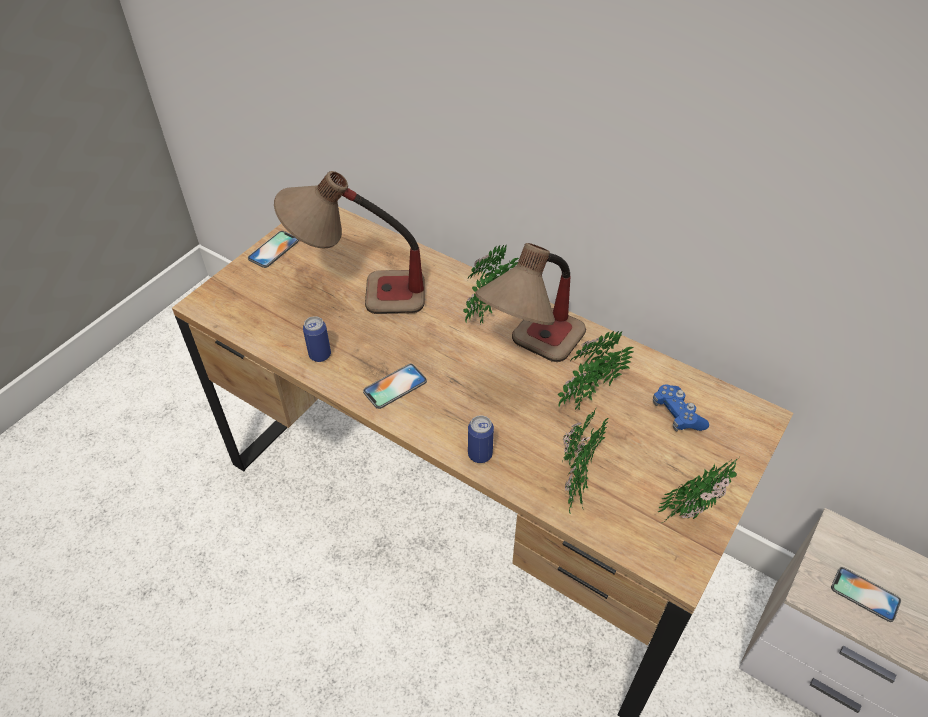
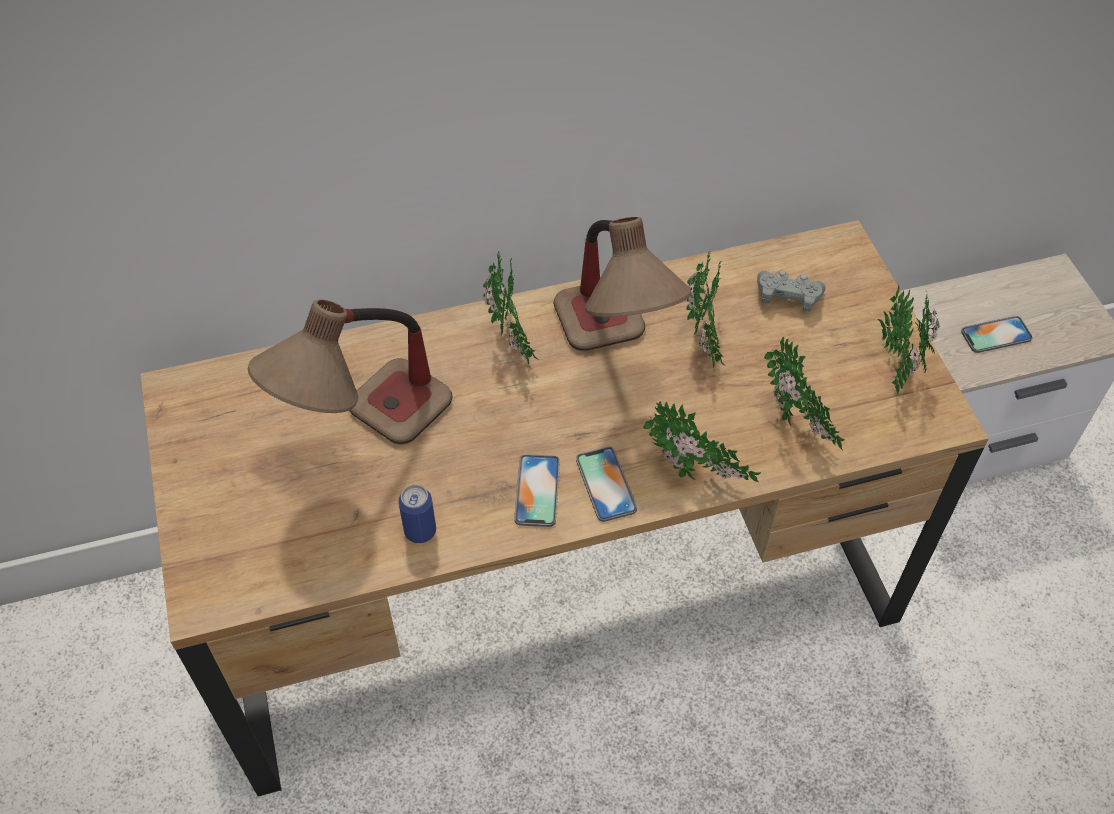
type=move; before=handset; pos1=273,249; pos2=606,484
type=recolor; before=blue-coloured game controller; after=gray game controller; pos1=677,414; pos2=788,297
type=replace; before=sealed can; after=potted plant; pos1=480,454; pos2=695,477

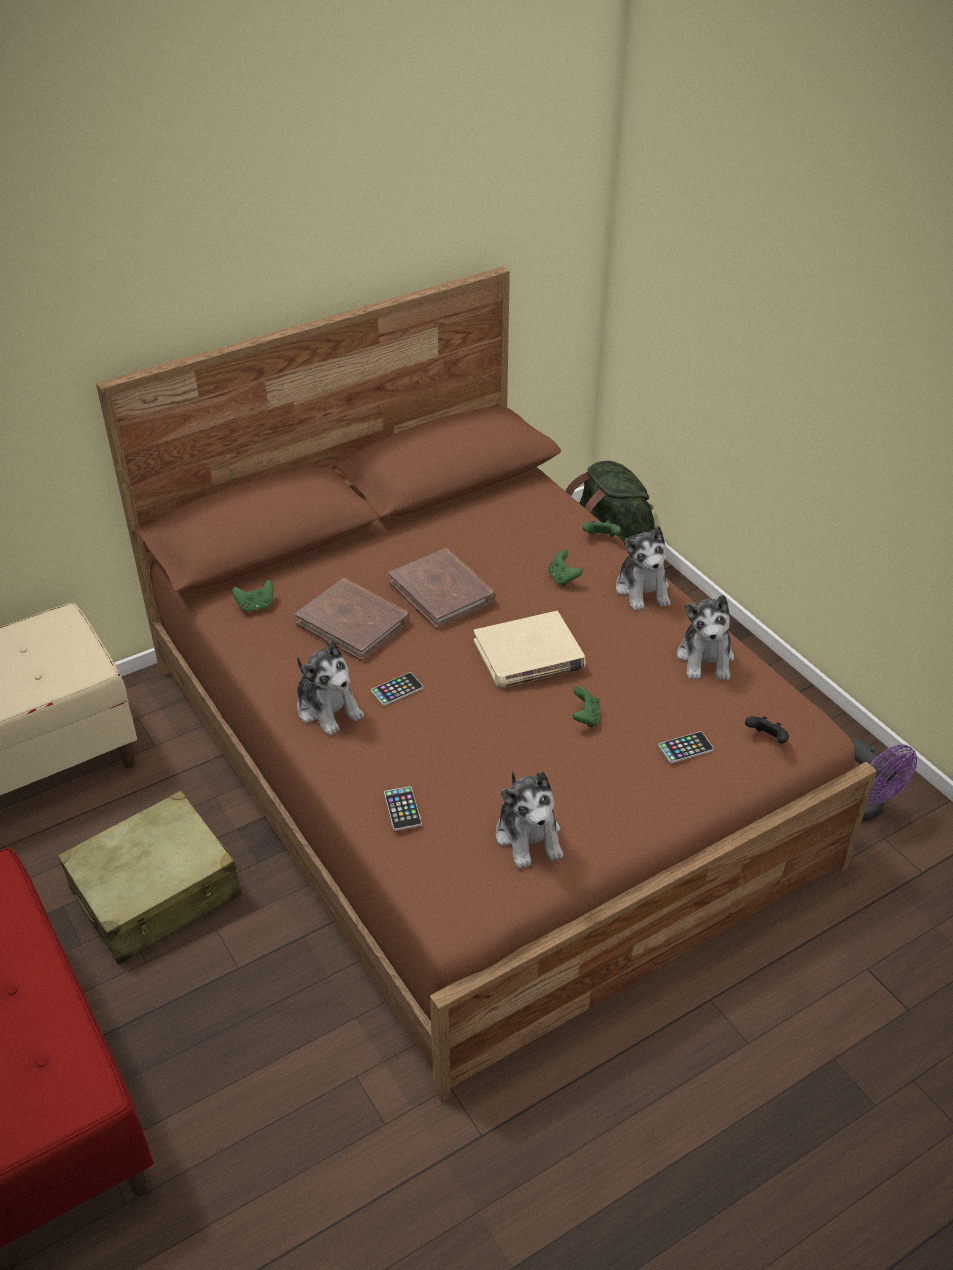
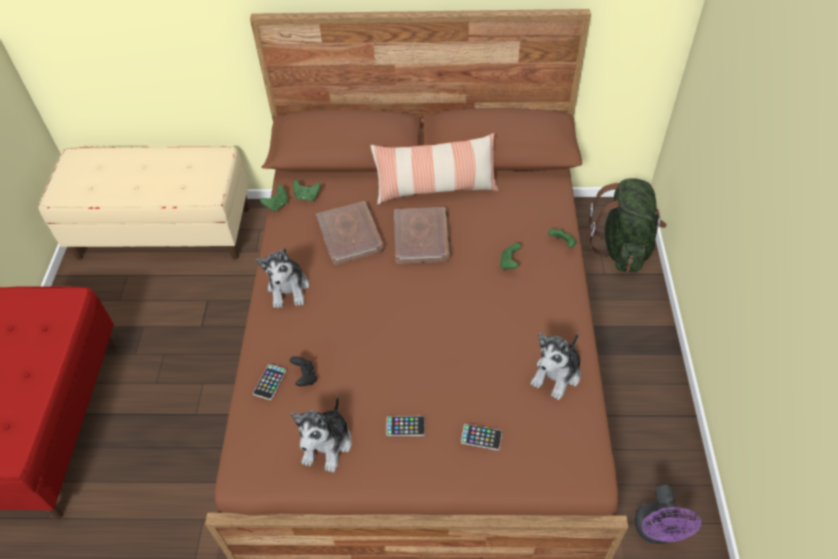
type=delete; before=plush toy; pos1=643,590
type=delete; before=beige bound book; pos1=528,655
type=move; before=handset; pos1=397,689; pos2=405,426
type=move; before=greenish game controller; pos1=585,718; pos2=277,205
type=move; before=black-coloured game controller; pos1=767,739; pos2=305,377
type=delete; before=beige suitcase; pos1=156,892
type=insert; after=throw pillow; pos2=436,188

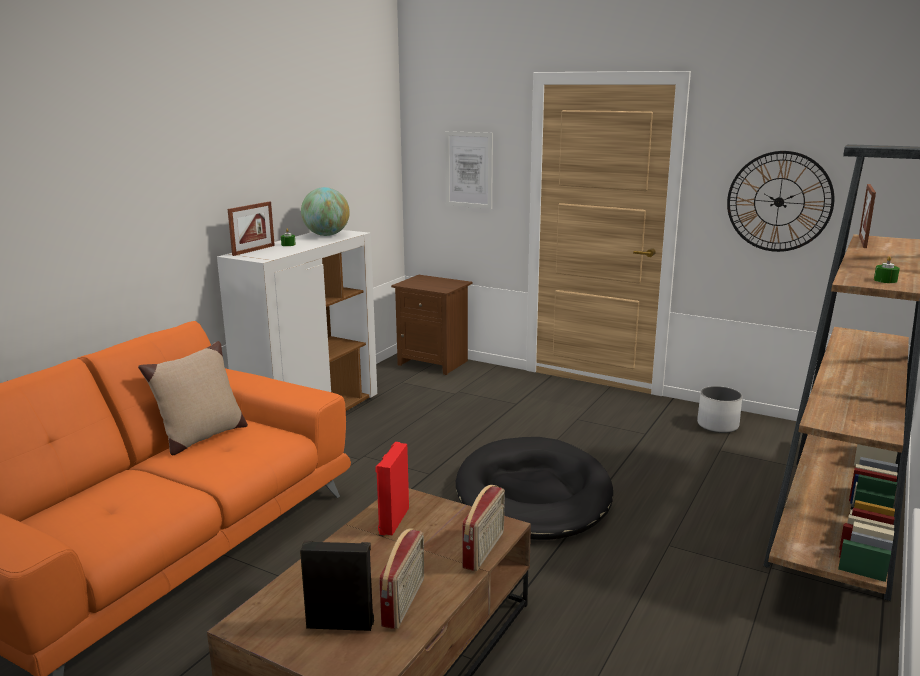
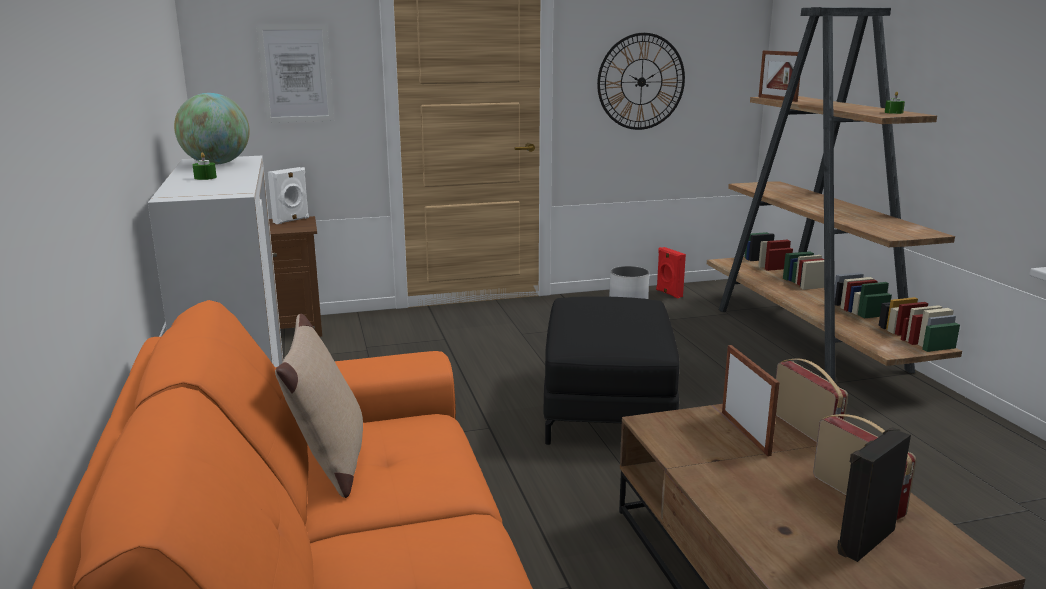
type=move; before=picture frame; pos1=253,250; pos2=745,433
type=replace; before=black-coloured dog bed; after=black-coloured pouffe; pos1=533,495; pos2=608,405
type=move; before=red-coloured loudspeaker; pos1=392,520; pos2=668,293
type=insert; after=white loudspeaker; pos2=291,220

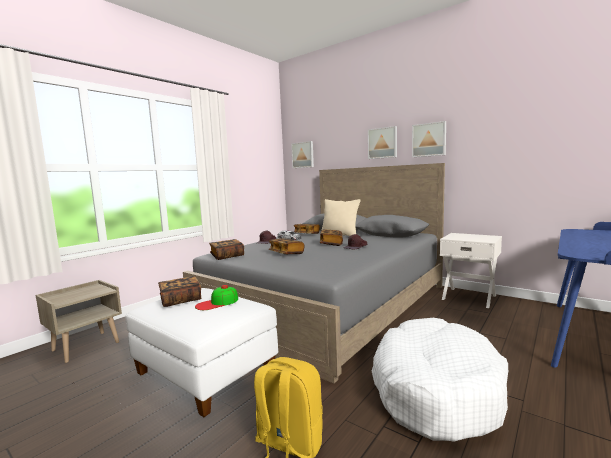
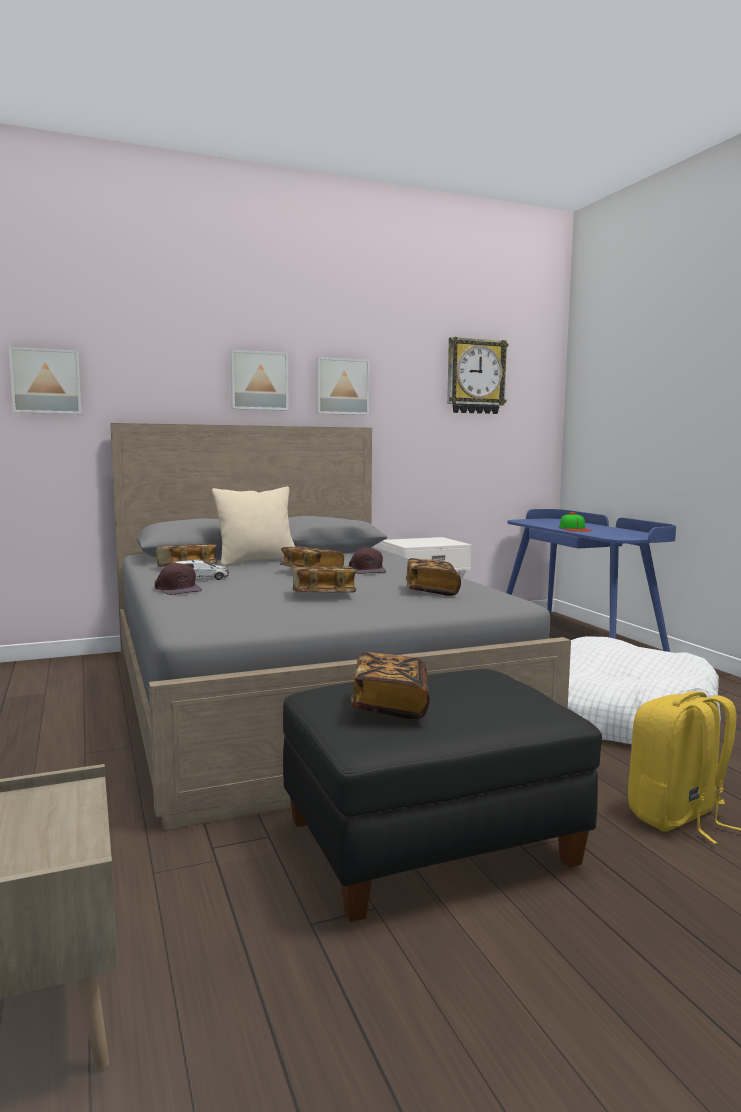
type=move; before=bound book; pos1=227,256; pos2=431,591
type=move; before=baseball cap; pos1=217,303; pos2=575,529
type=recolor; before=white pouffe; after=black-coloured pouffe; pos1=206,372; pos2=429,843
type=insert; after=wall clock; pos2=475,376

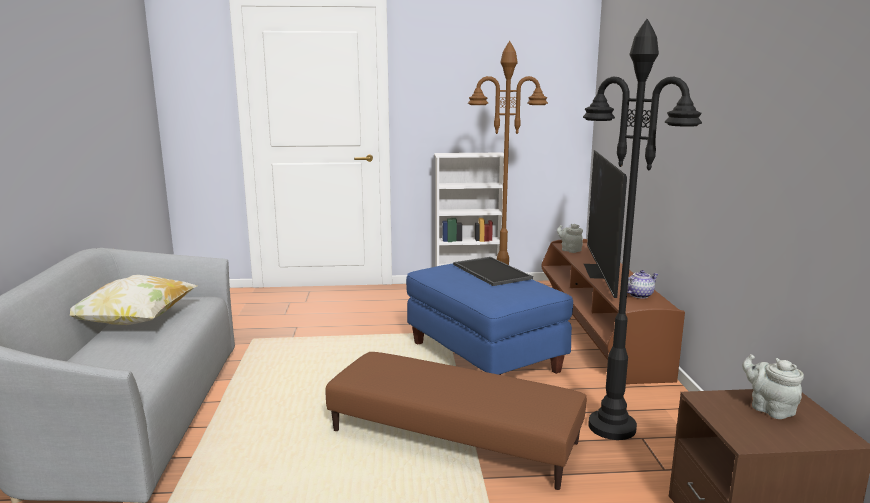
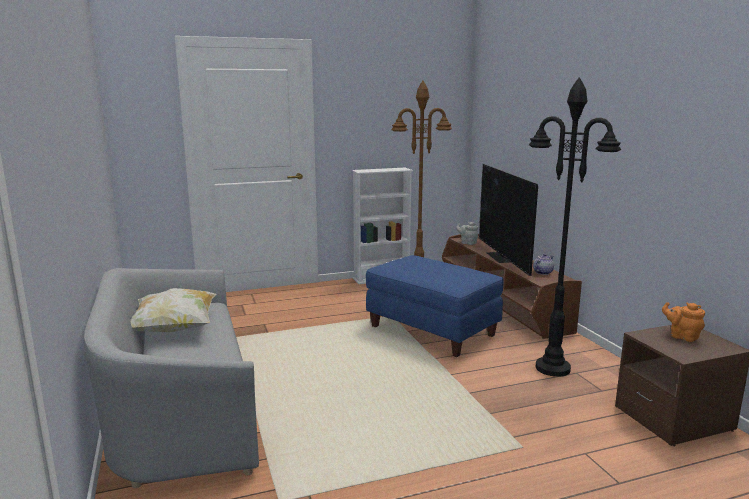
type=delete; before=serving tray; pos1=490,271
type=delete; before=brown-coloured pouffe; pos1=454,437
type=recolor; before=gray tea pot; after=orange-coloured tea pot; pos1=769,409; pos2=682,336

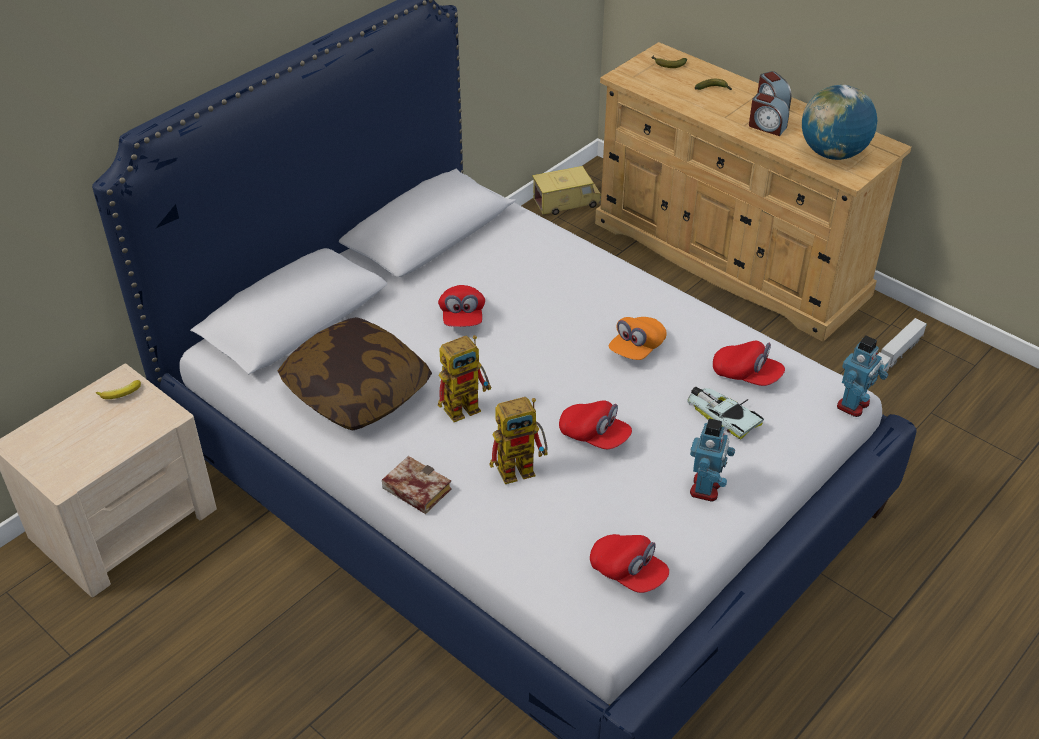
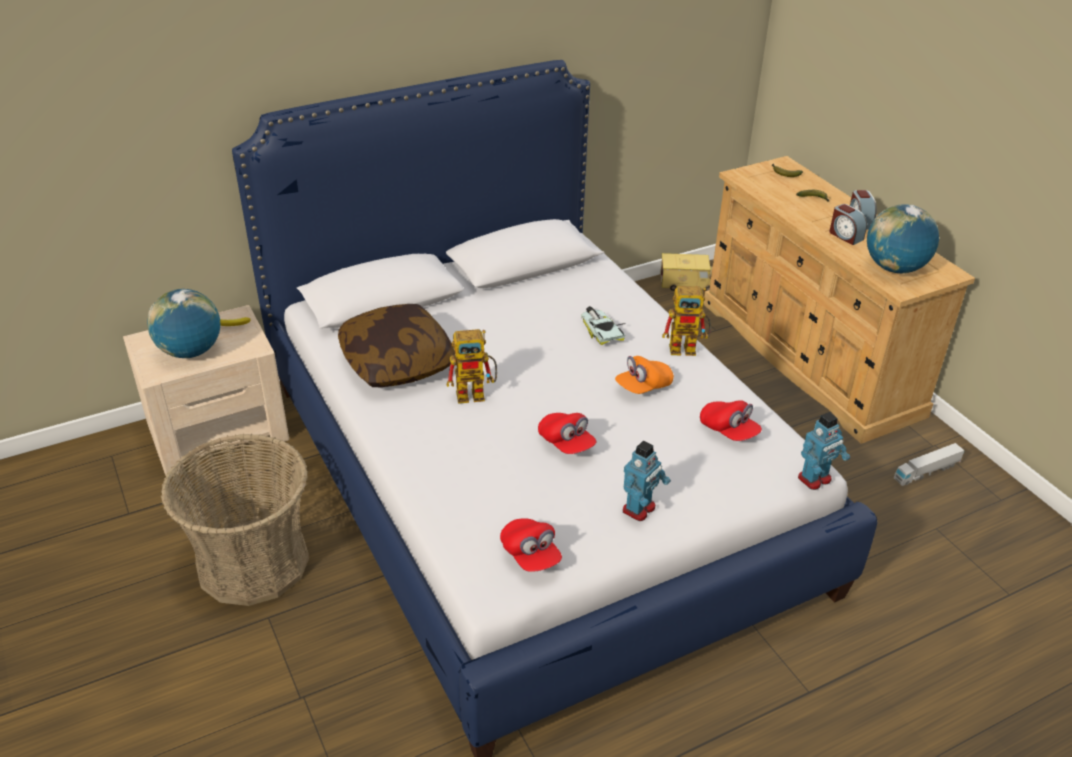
type=delete; before=red-coloured baseball cap; pos1=462,317
type=move; before=miniature car; pos1=723,414; pos2=601,329
type=move; before=model robot; pos1=522,467; pos2=688,348
type=delete; before=bound book; pos1=413,489
type=insert; after=globe; pos2=190,351
type=insert; after=storage basket; pos2=253,562

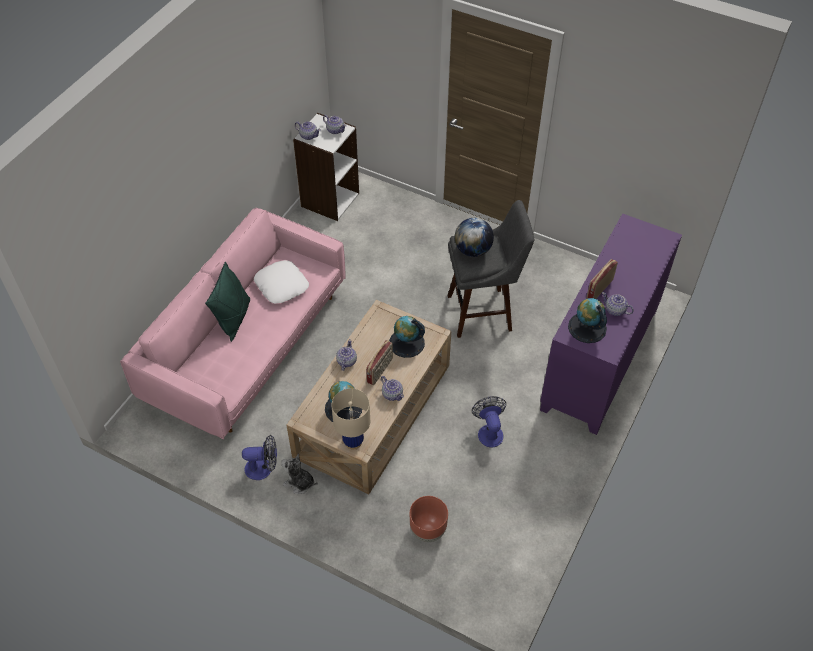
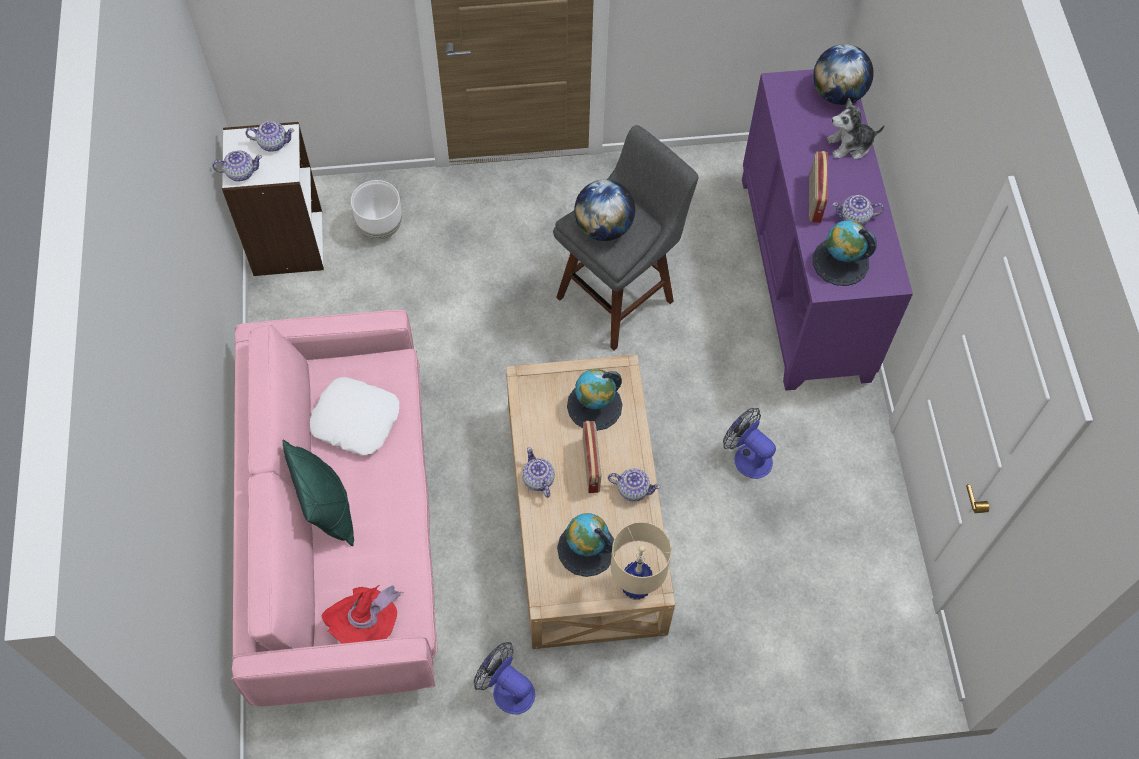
type=rotate; before=fan; pos1=263,468; pos2=507,688; turn=-105
type=move; before=plush toy; pos1=299,483; pos2=850,145
type=delete; before=brown-coloured planter; pos1=427,531
type=insert; after=globe; pos2=837,94
type=insert; after=white planter; pos2=380,227
type=insert; after=red-coloured clothing hat; pos2=367,625

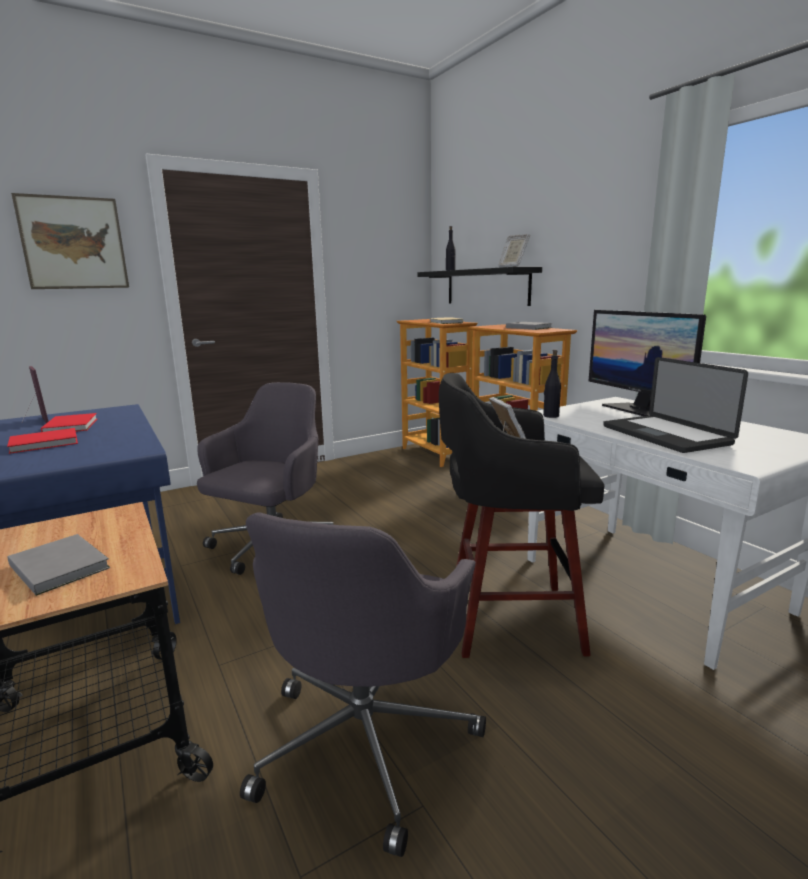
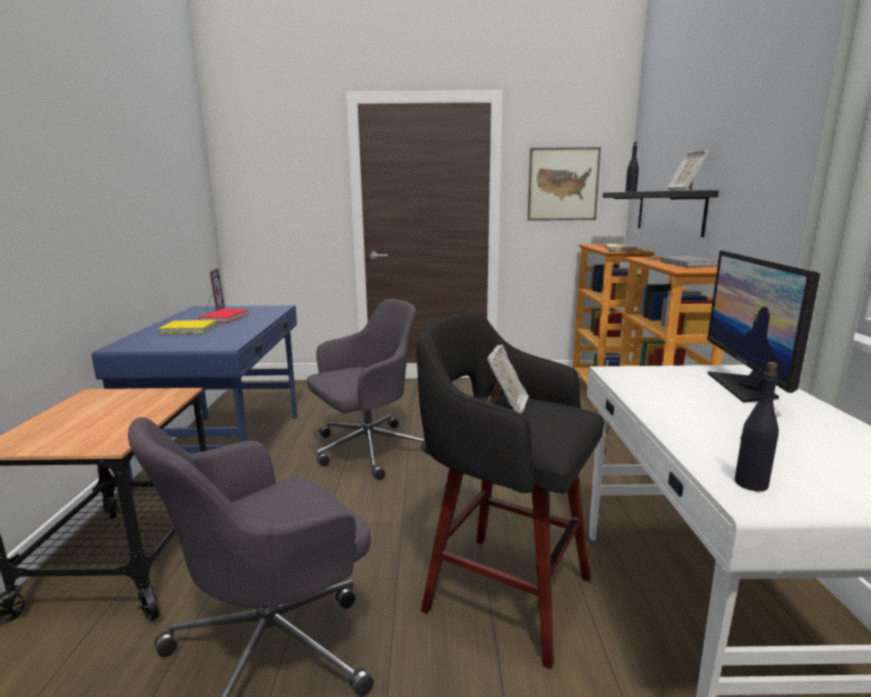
type=move; before=wall art; pos1=74,243; pos2=563,184
type=move; before=black-coloured beverage bottle; pos1=550,416; pos2=750,483
type=delete; before=notebook computer; pos1=665,435
type=recolor; before=red-coloured bound book; after=yellow-coloured bound book; pos1=46,443; pos2=189,329
type=delete; before=gray bound book; pos1=60,565

